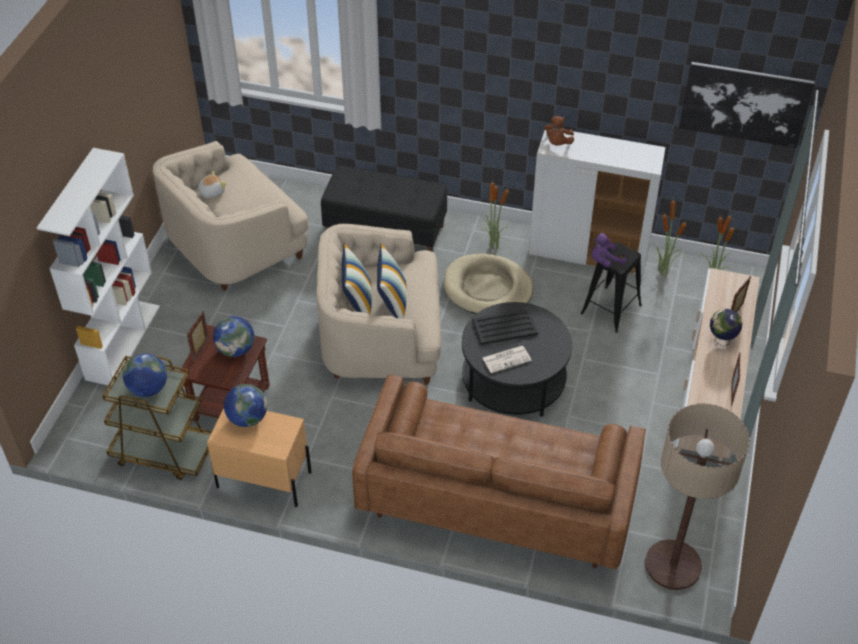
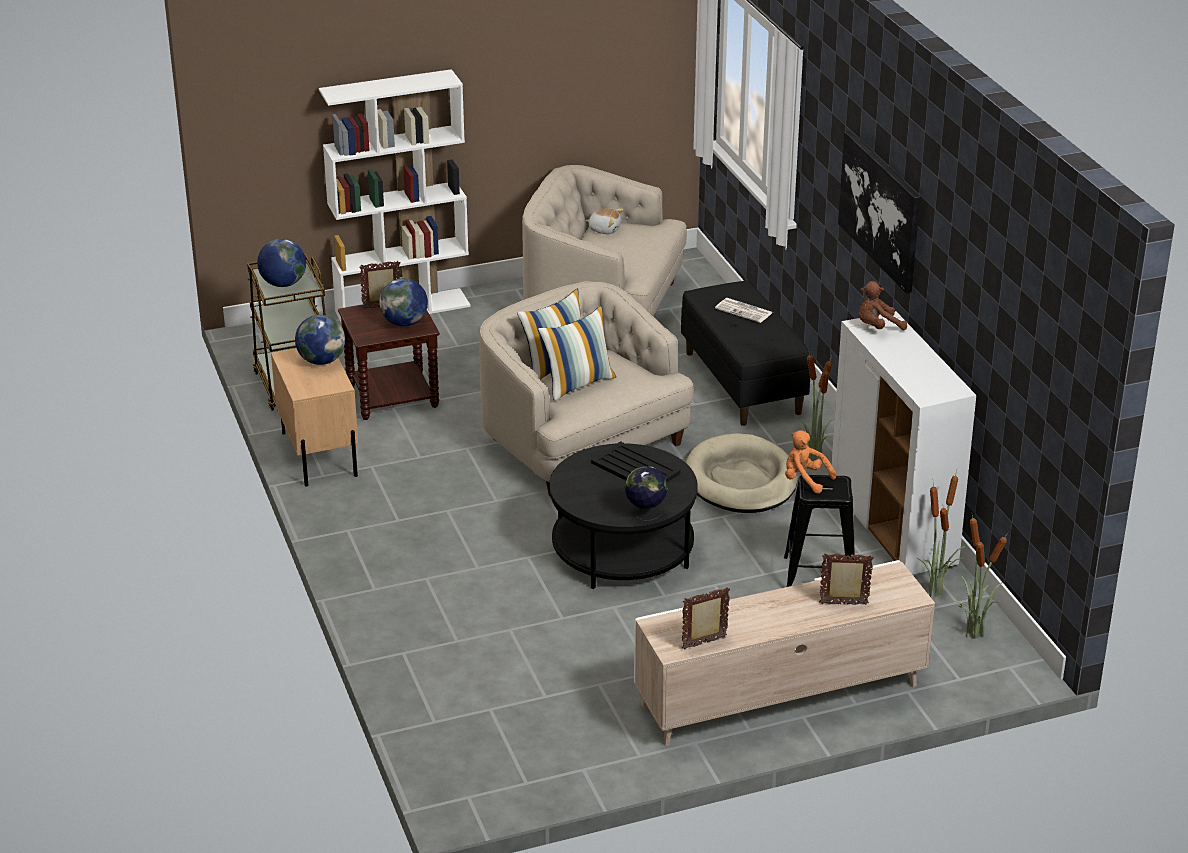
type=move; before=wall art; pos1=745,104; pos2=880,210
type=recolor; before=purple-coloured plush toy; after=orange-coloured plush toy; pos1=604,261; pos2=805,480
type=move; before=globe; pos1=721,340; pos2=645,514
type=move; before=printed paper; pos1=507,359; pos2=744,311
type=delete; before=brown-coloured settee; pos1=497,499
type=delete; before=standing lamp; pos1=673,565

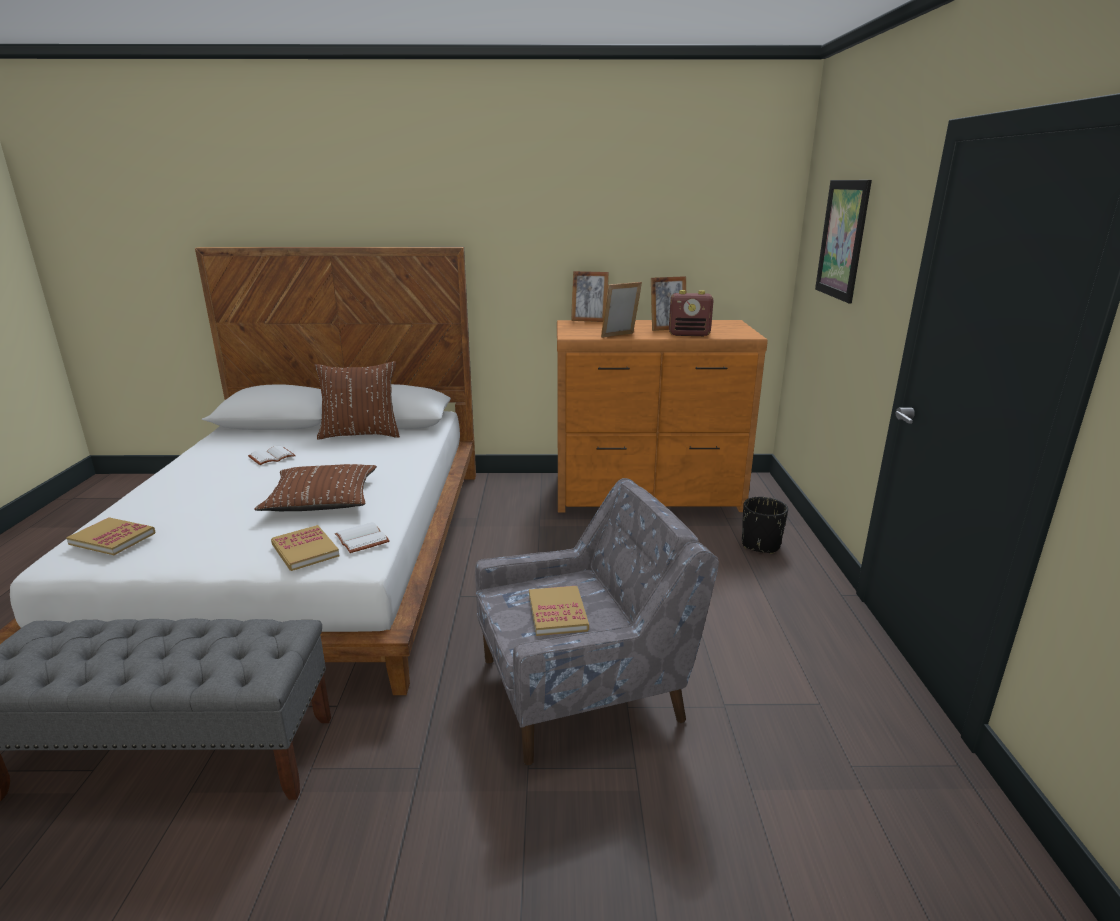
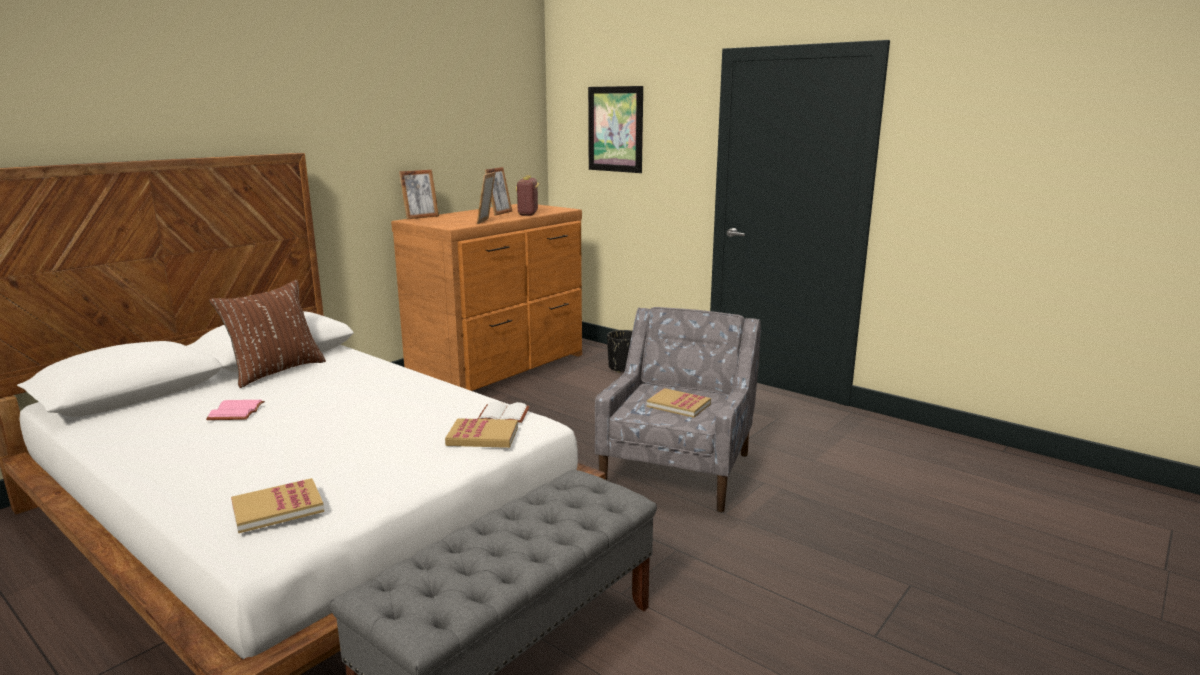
type=rotate; before=radio receiver; pos1=689,334; pos2=528,214; turn=135
type=recolor; before=white bound book; after=pinkish bound book; pos1=271,457; pos2=237,412
type=delete; before=brown-coloured throw pillow; pos1=322,500

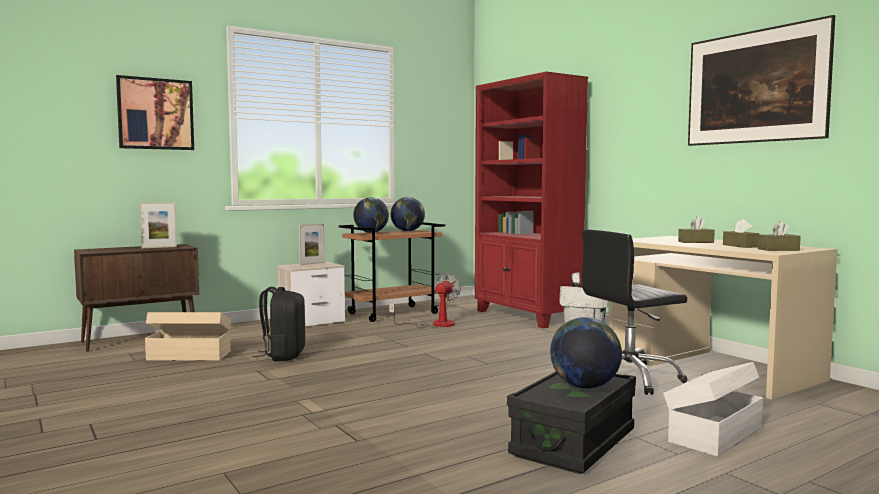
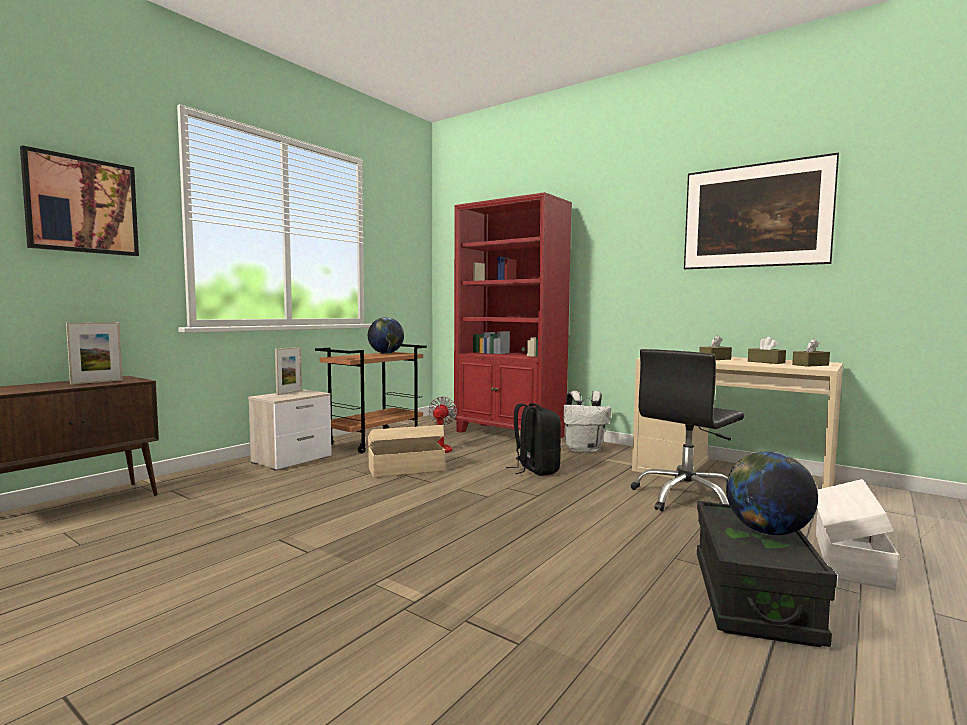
type=delete; before=globe; pos1=371,233
type=move; before=black-coloured rucksack; pos1=283,356; pos2=535,470
type=move; before=beige storage bin; pos1=189,355; pos2=405,469

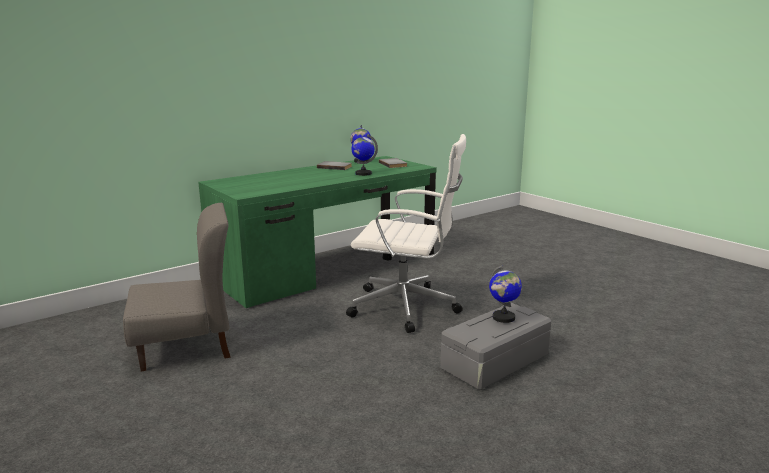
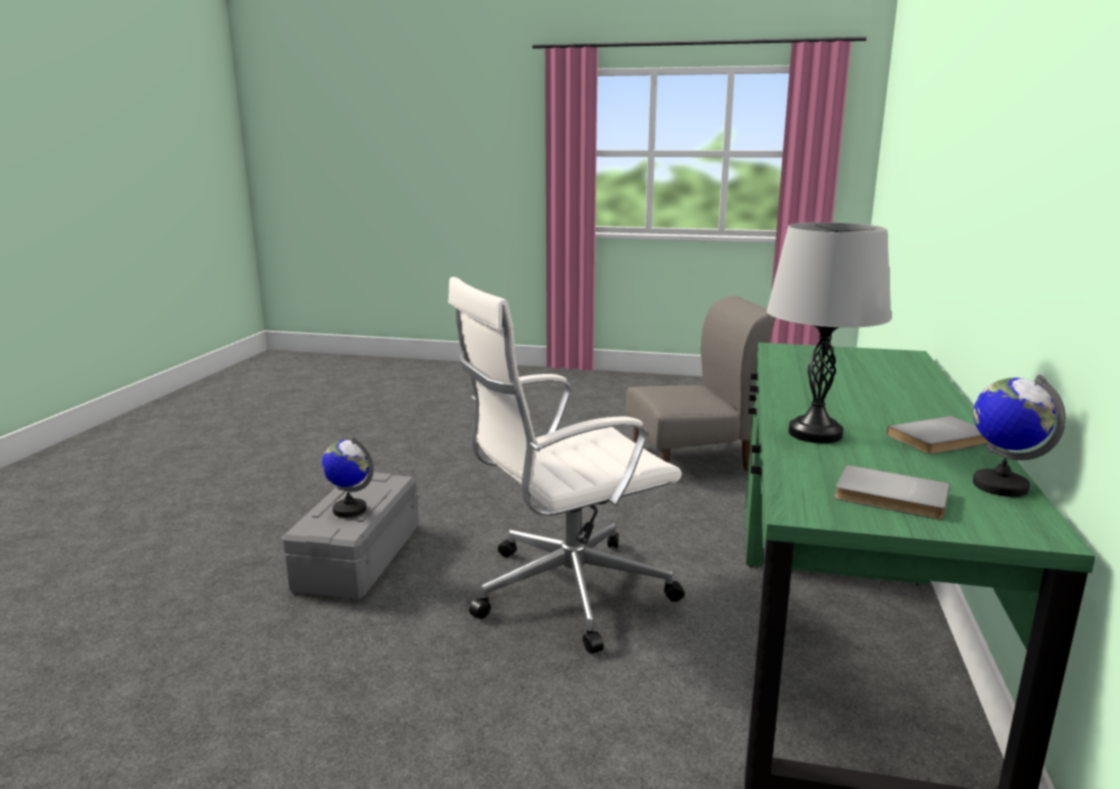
type=replace; before=globe; after=gray table lamp; pos1=363,173; pos2=815,433
type=rotate; before=gray plain chair; pos1=186,347; pos2=692,459; turn=-135

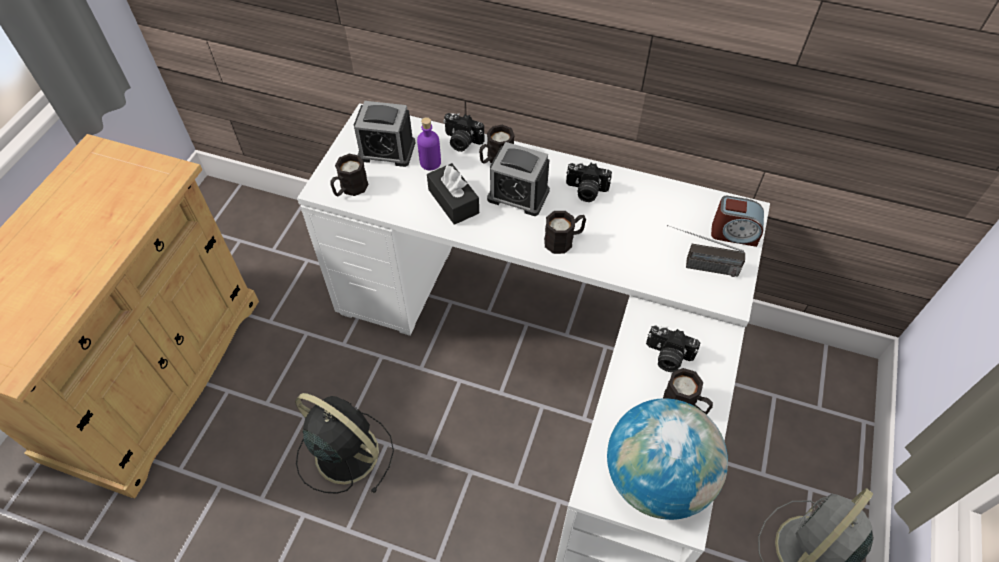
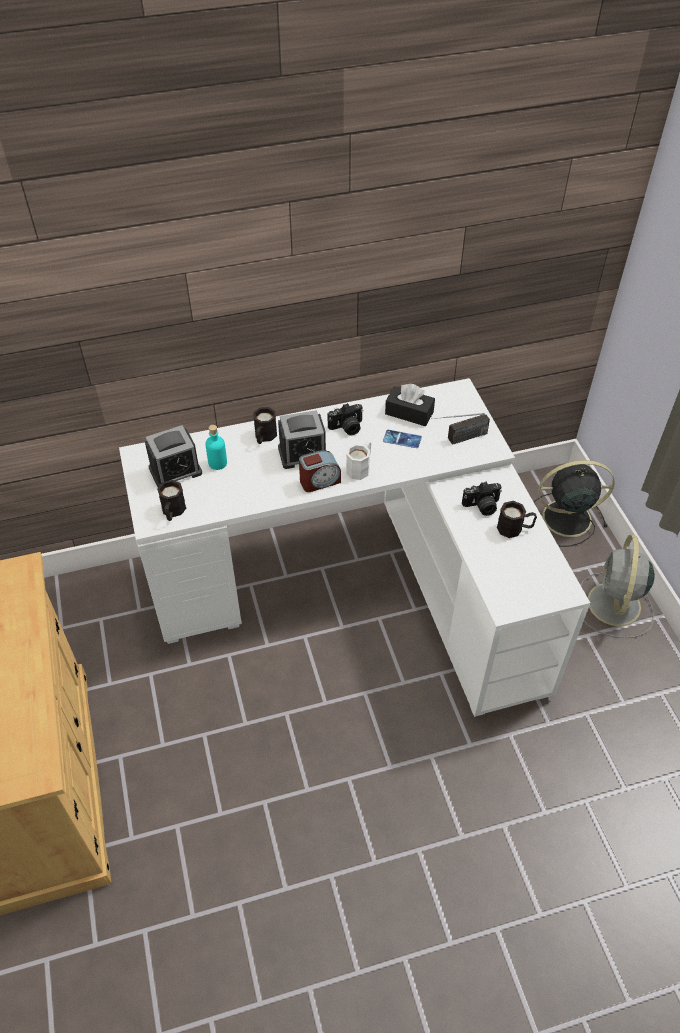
type=delete; before=still camera; pos1=461,142
type=recolor; before=purple-coloured beverage bottle; after=turquoise beverage bottle; pos1=430,162; pos2=217,463
type=move; before=black-coloured tissue holder; pos1=453,201; pos2=409,413
type=move; before=alarm clock; pos1=734,233; pos2=319,481
type=recolor; before=black-coloured mug; after=white mug; pos1=564,240; pos2=360,467
type=move; before=black-coloured fan; pos1=344,452; pos2=564,518
type=delete; before=globe; pos1=656,479
type=insert; after=handset; pos2=402,439

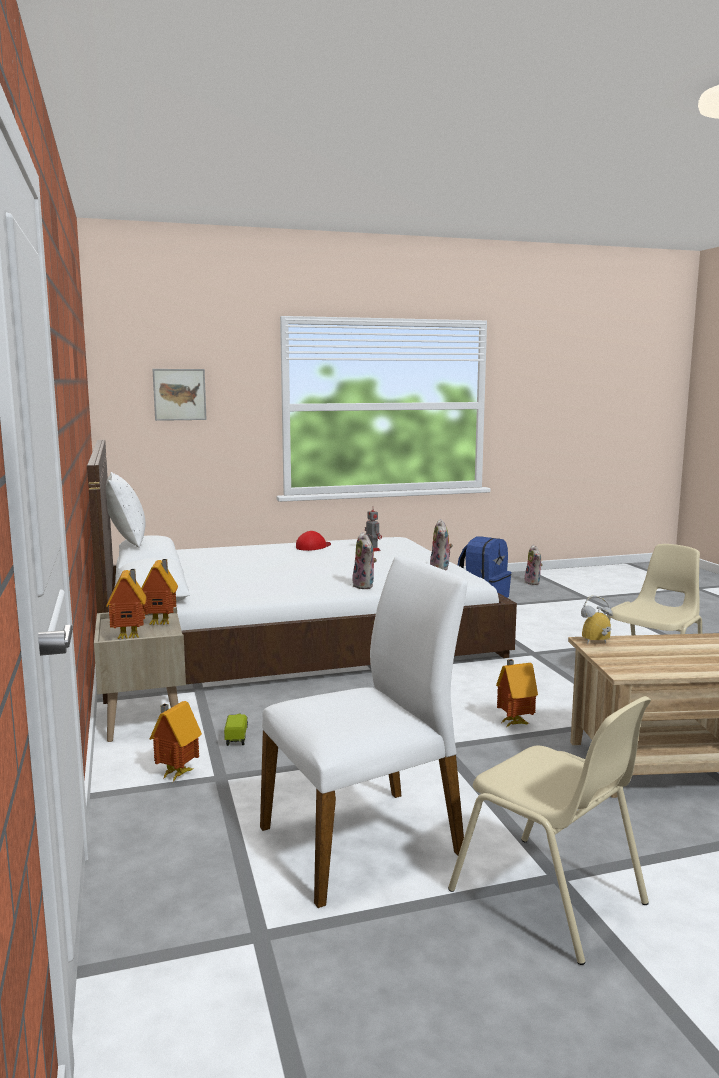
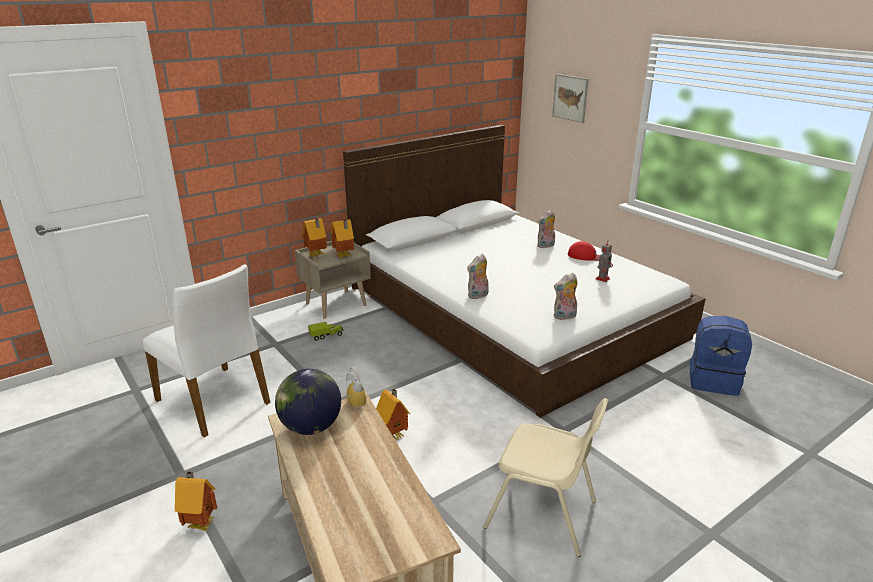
type=delete; before=white throw pillow; pos1=126,541
type=move; before=plush toy; pos1=533,583; pos2=546,246
type=delete; before=beige plain chair; pos1=550,898
type=move; before=model house; pos1=175,774; pos2=201,524
type=insert; after=globe; pos2=311,427

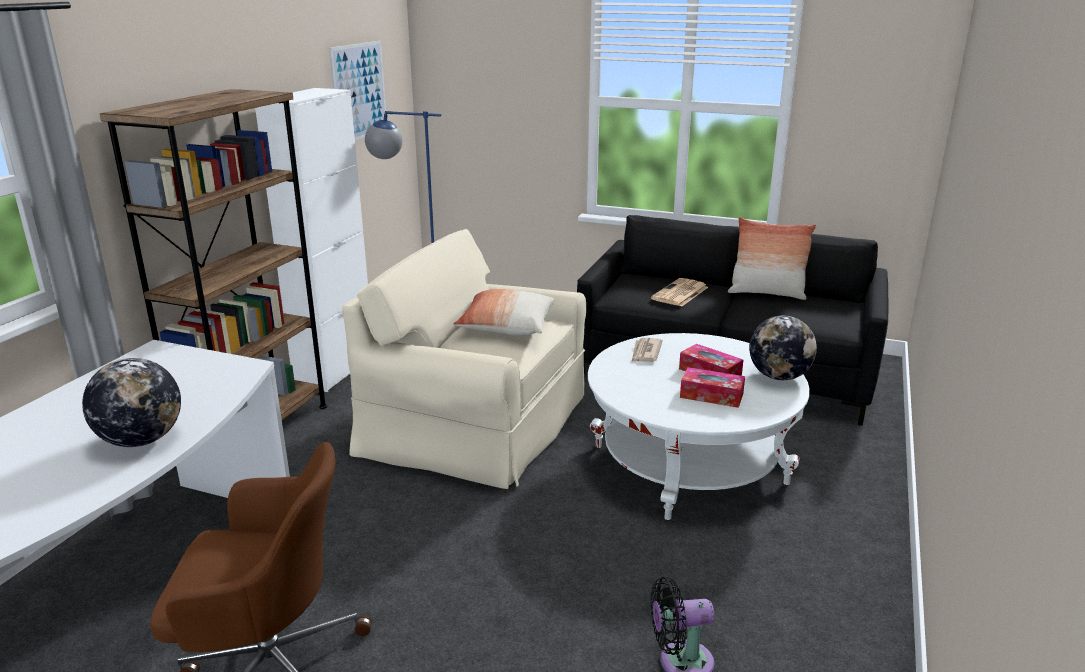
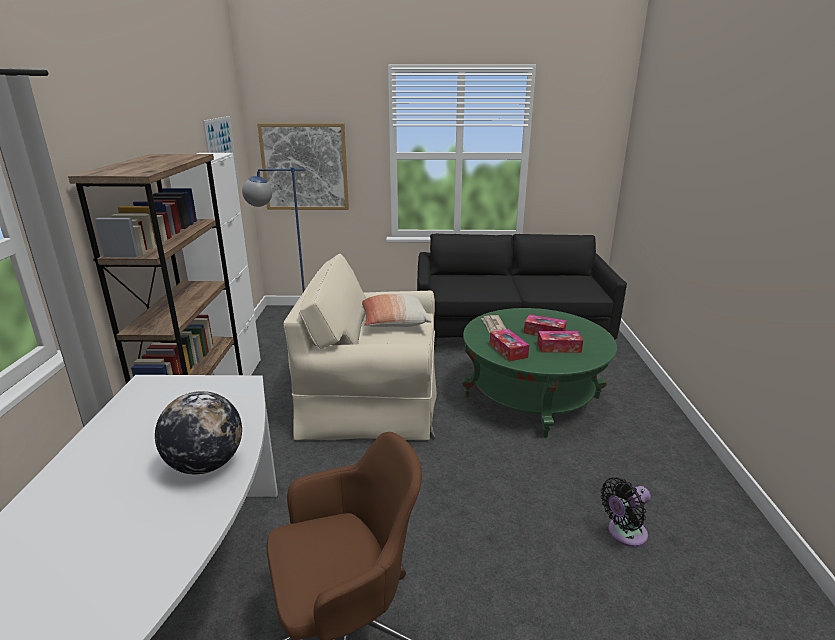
type=delete; before=throw pillow; pos1=767,293
type=delete; before=printed paper; pos1=680,293
type=delete; before=globe; pos1=778,376
type=recolor; before=white lounge table; after=greenish lounge table; pos1=689,464; pos2=532,397
type=insert; after=wall art; pos2=305,167
type=insert; after=tissue holder; pos2=508,350

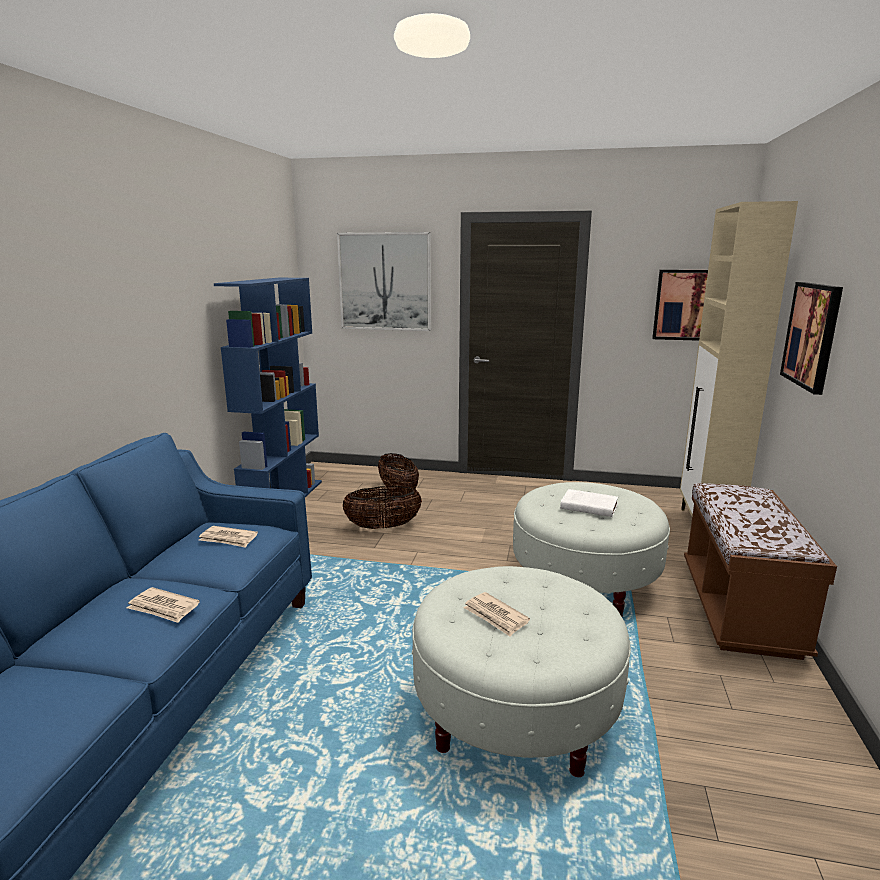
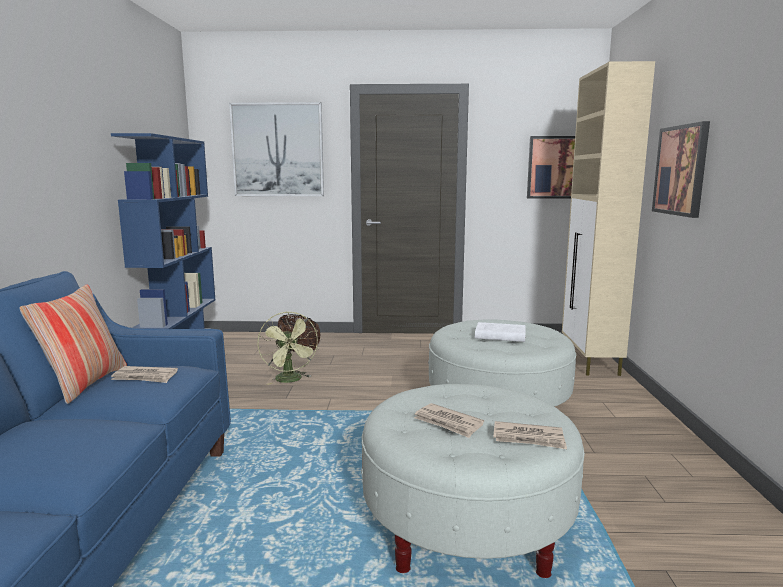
type=delete; before=brown-coloured bench; pos1=739,609
type=replace; before=storage basket; after=greenish fan; pos1=383,527; pos2=290,380
type=move; before=printed paper; pos1=163,608; pos2=529,438
type=insert; after=throw pillow; pos2=85,383

